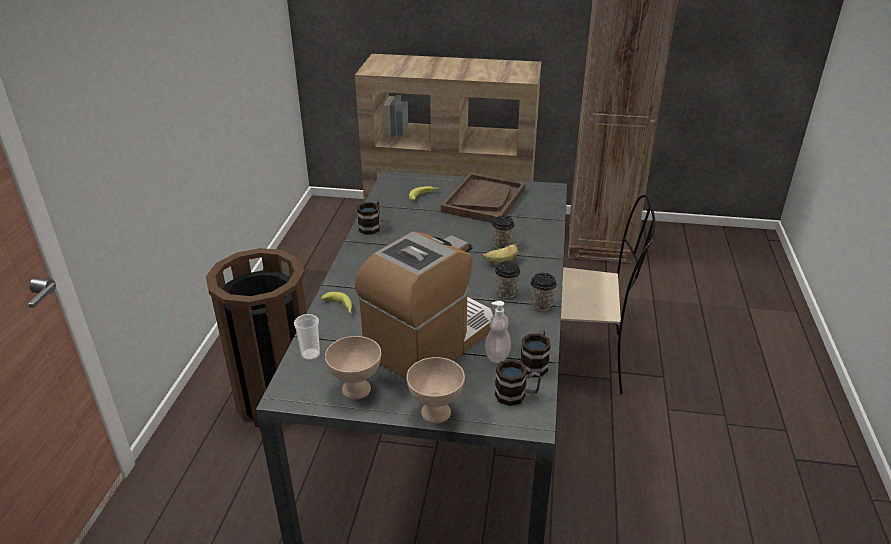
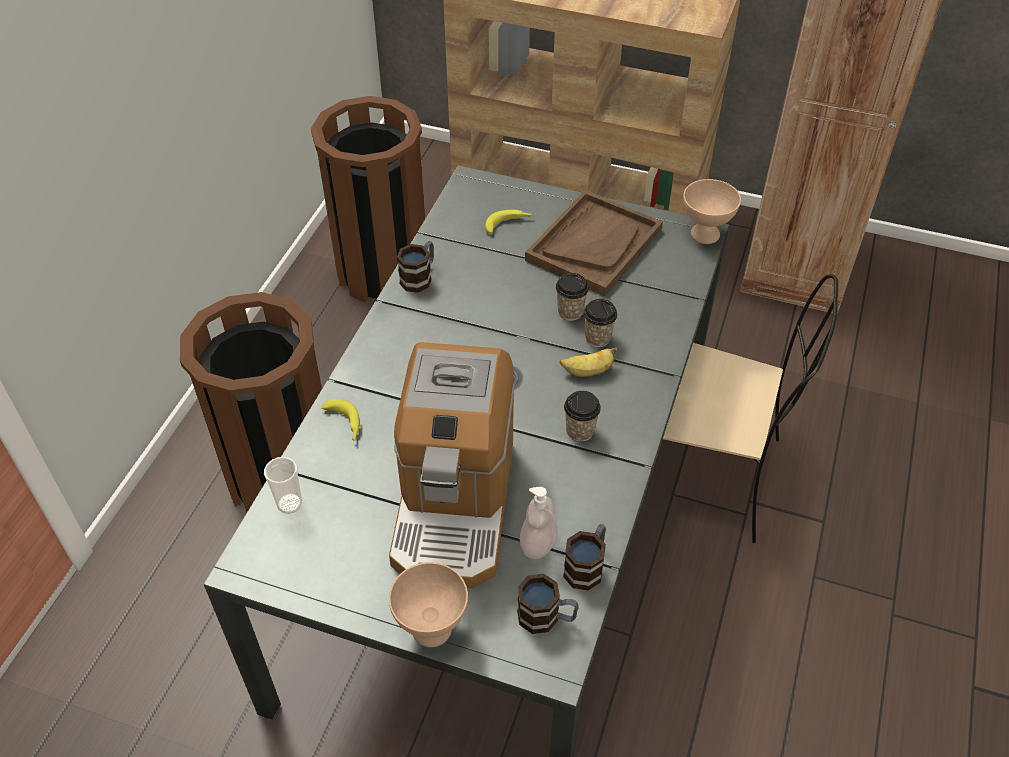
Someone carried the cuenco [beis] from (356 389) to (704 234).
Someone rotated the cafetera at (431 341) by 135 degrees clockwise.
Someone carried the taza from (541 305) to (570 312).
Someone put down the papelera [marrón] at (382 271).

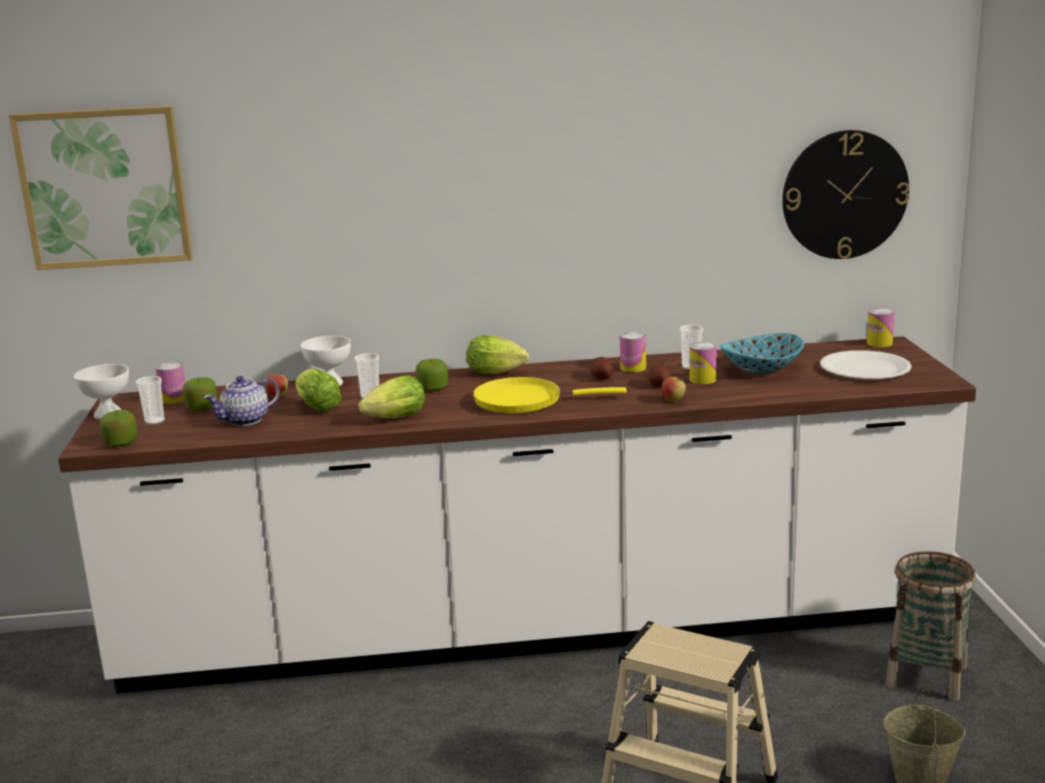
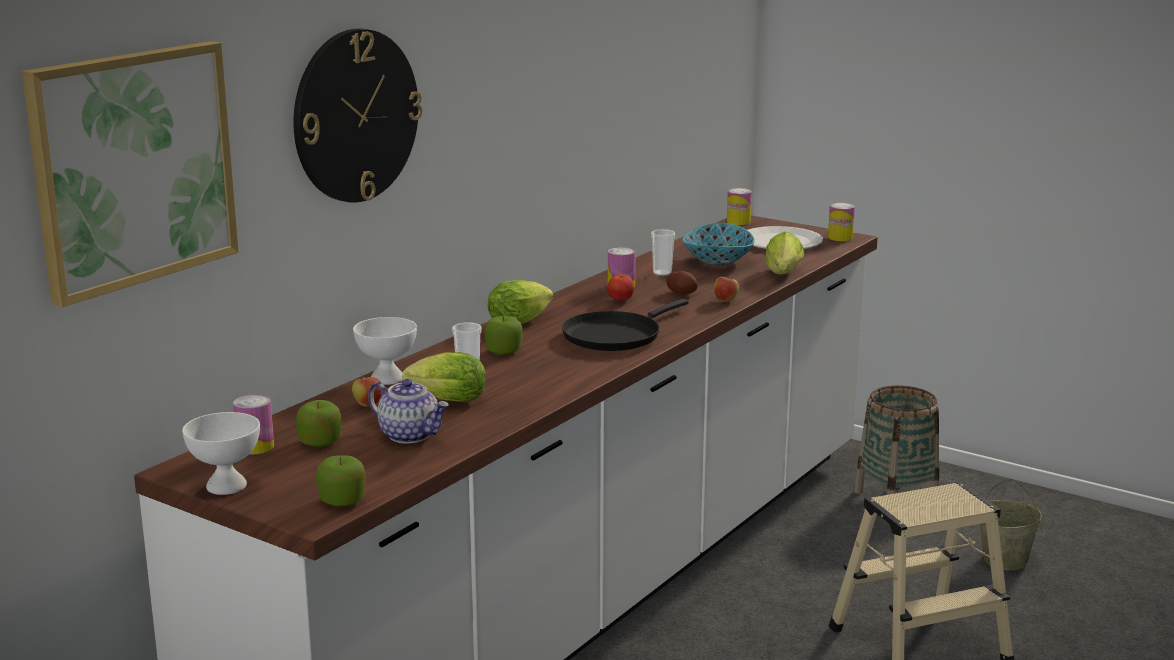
Someone took away the taza at (154 421).
Someone rotated the tetera at (245 420) by 60 degrees counterclockwise.
Someone carried the lechuga from (392 419) to (783 275).
Someone repainted the sartén [amarillo] at (524 401), which became the sartén [negro] at (615 335).
Someone swapped the patata at (602 377) for the tomate at (620 300).
Someone carried the lata from (702 379) to (840 237).
Someone carried the reloj de pared from (844 195) to (355 116).

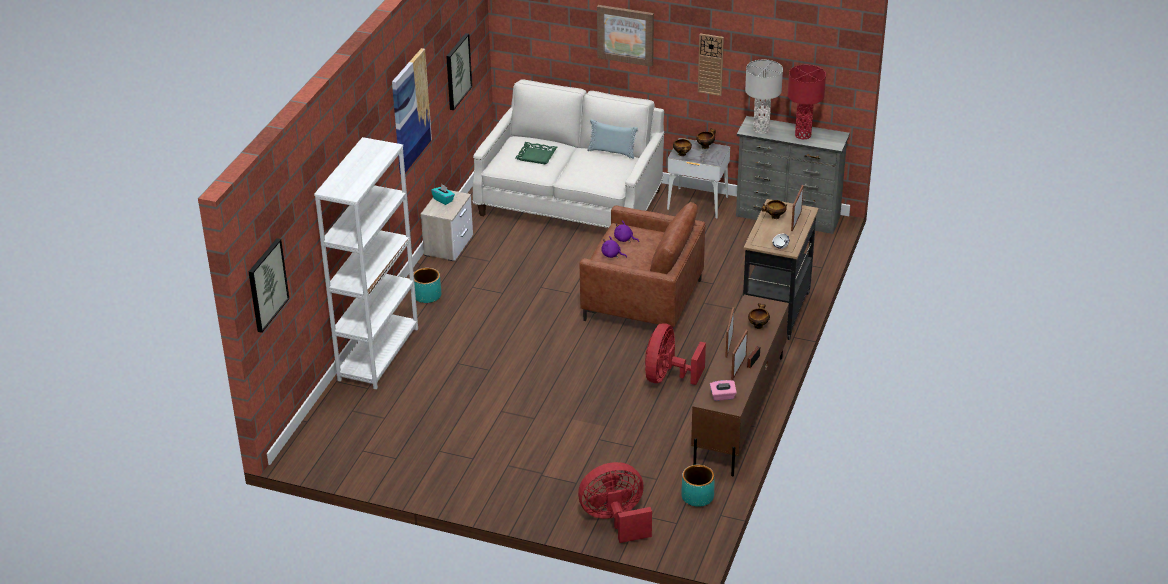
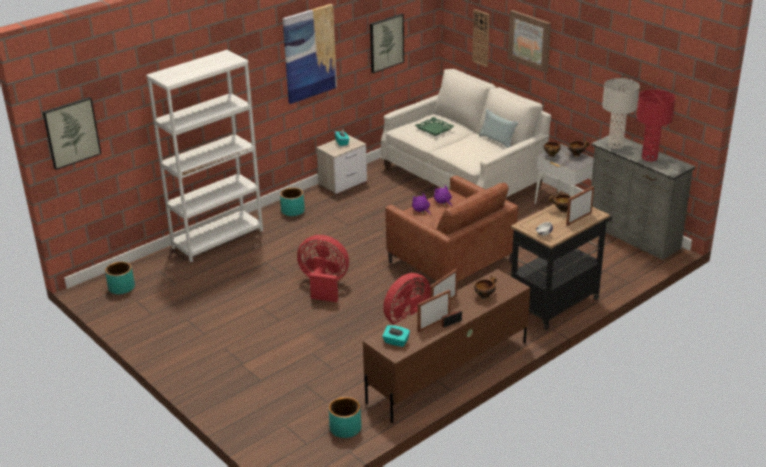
Someone carried the ventilador [rojo] from (615 520) to (324 285).
Someone carried the reloj de pared from (710 64) to (481 38).
Someone repainted the caja de pañuelos [rosa] at (722 396), which became the caja de pañuelos [turquesa] at (396 342).
Someone put down the maceta [turquesa] at (121 288).

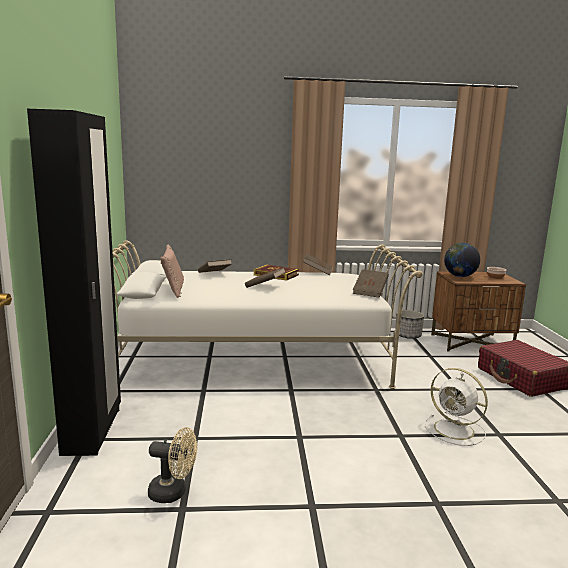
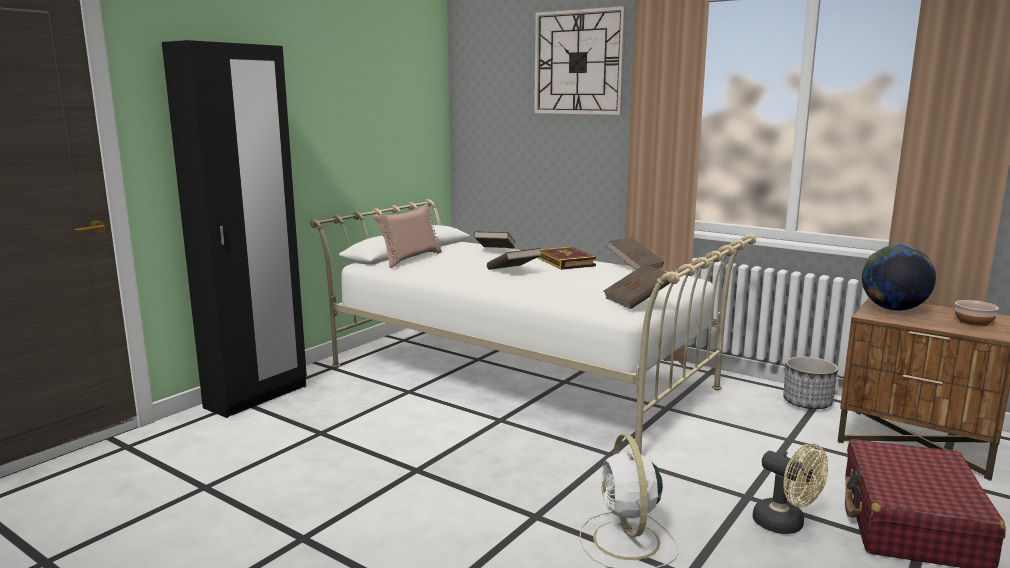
Someone carried the ventilador [beis] from (173 493) to (786 525).
Someone put up the reloj de pared at (579 62).

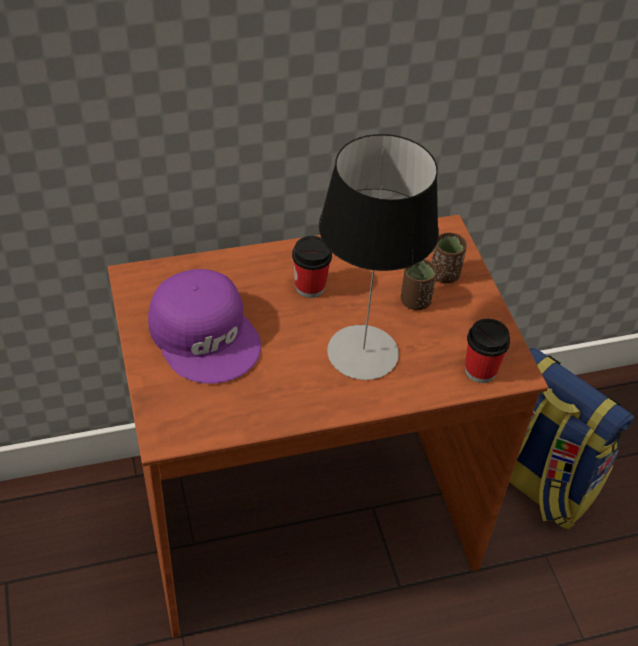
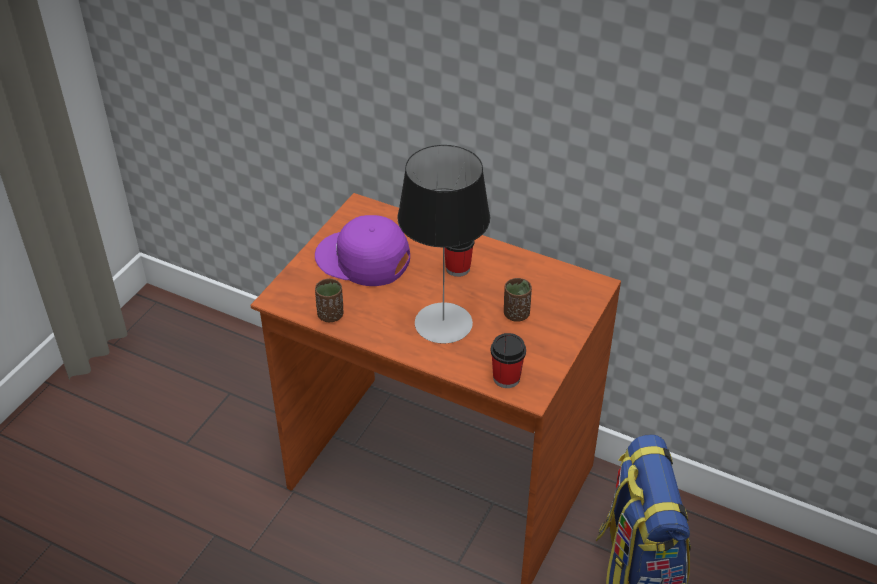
Someone rotated the gorra [morado] at (206 334) by 105 degrees clockwise.
Someone carried the taza [marrón] from (444 274) to (330 315).

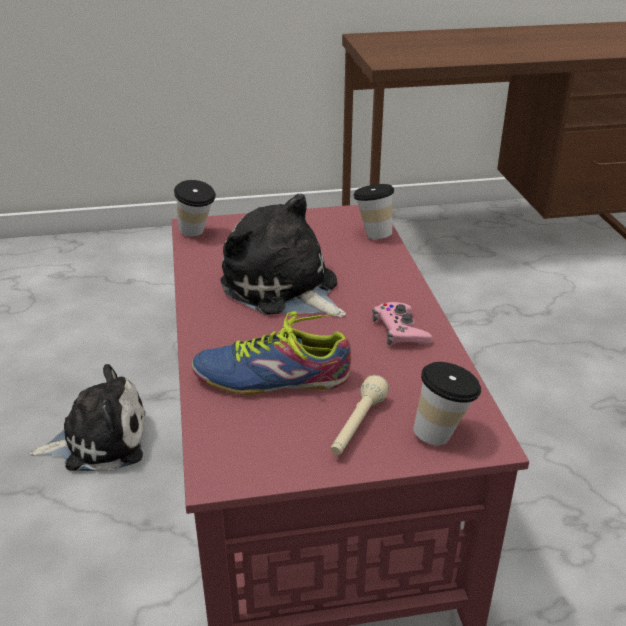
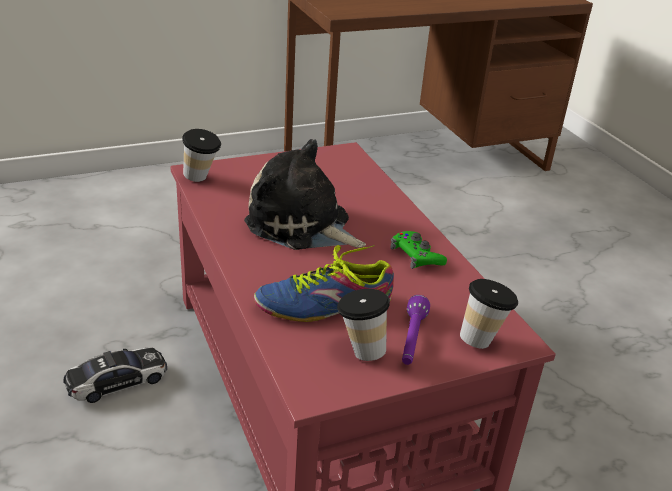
Someone swapped the peluche at (99 440) for the coche de juguete at (117 381).
Someone repainted the linterna [beis] at (357 426), which became the linterna [morado] at (412 340).
Someone carried the taza from (372 234) to (360 349).
Someone repainted the mando de consola [rosa] at (400 331), which became the mando de consola [verde] at (416 255).

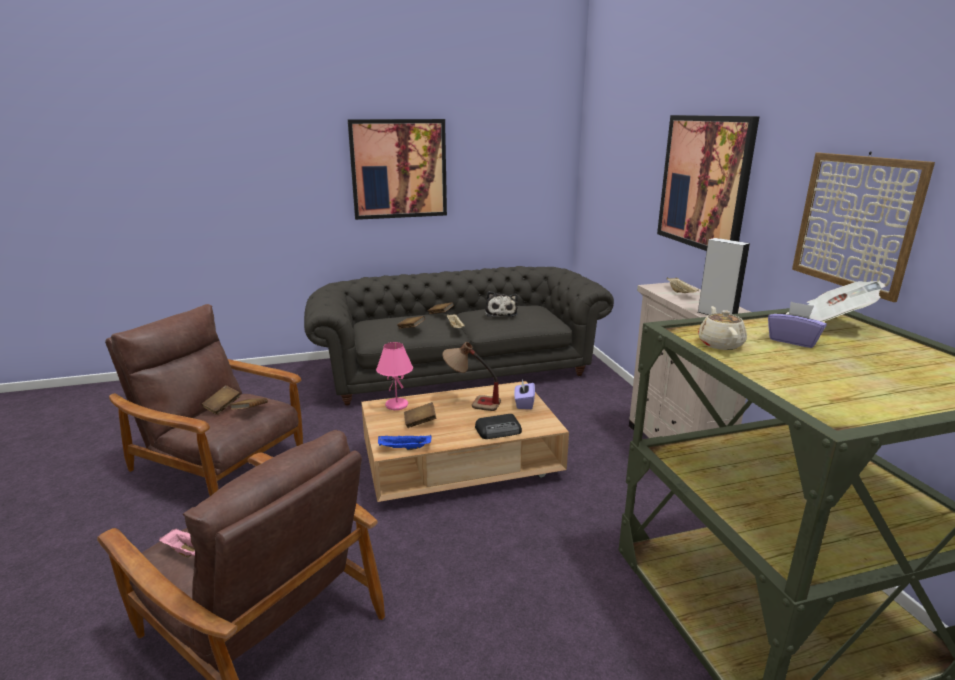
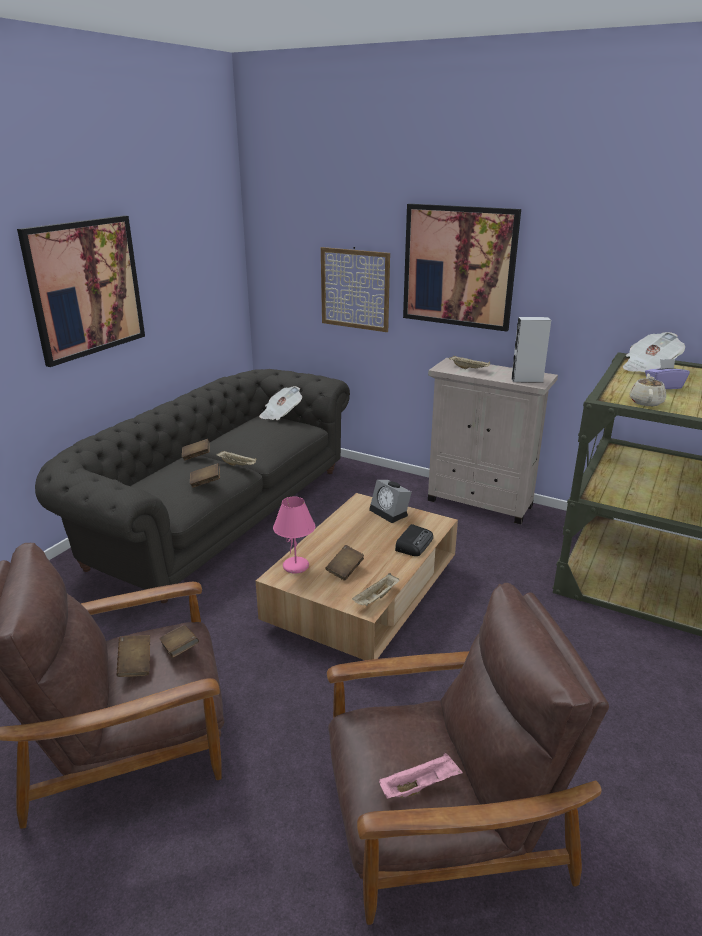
Someone repainted the bandeja [azul] at (404 448), which became the bandeja [beis] at (376 598).
Someone took away the lámpara de mesa at (471 402).
Someone took away the peluche at (500 313).
Someone swapped the caja de pañuelos [morado] at (524 403) for the despertador at (390 512).
Someone rotated the tetera [beis] at (720 344) by 60 degrees clockwise.
Someone carried the cuadro from (856 220) to (355 288).
Someone put down the periódico at (280 414).

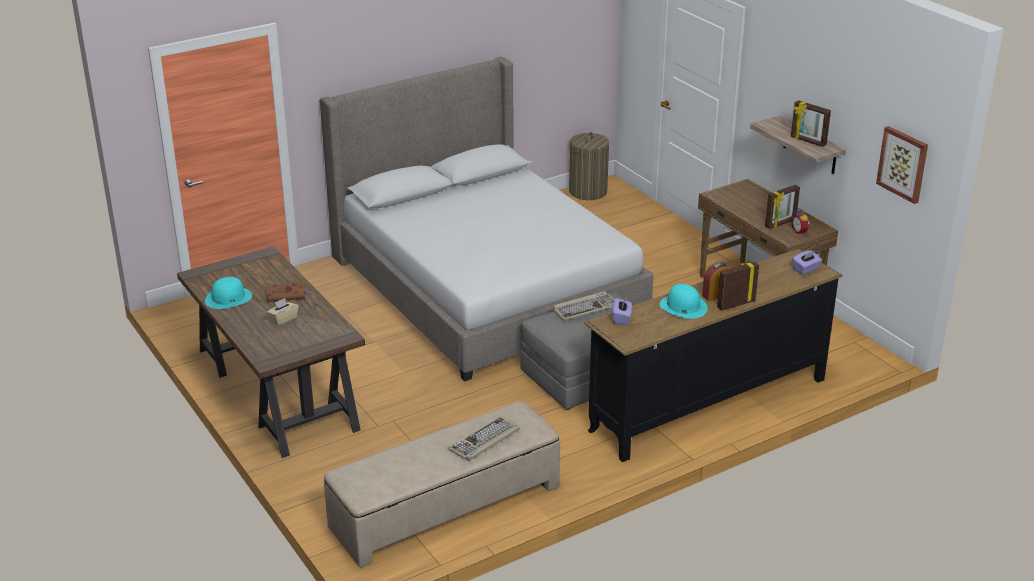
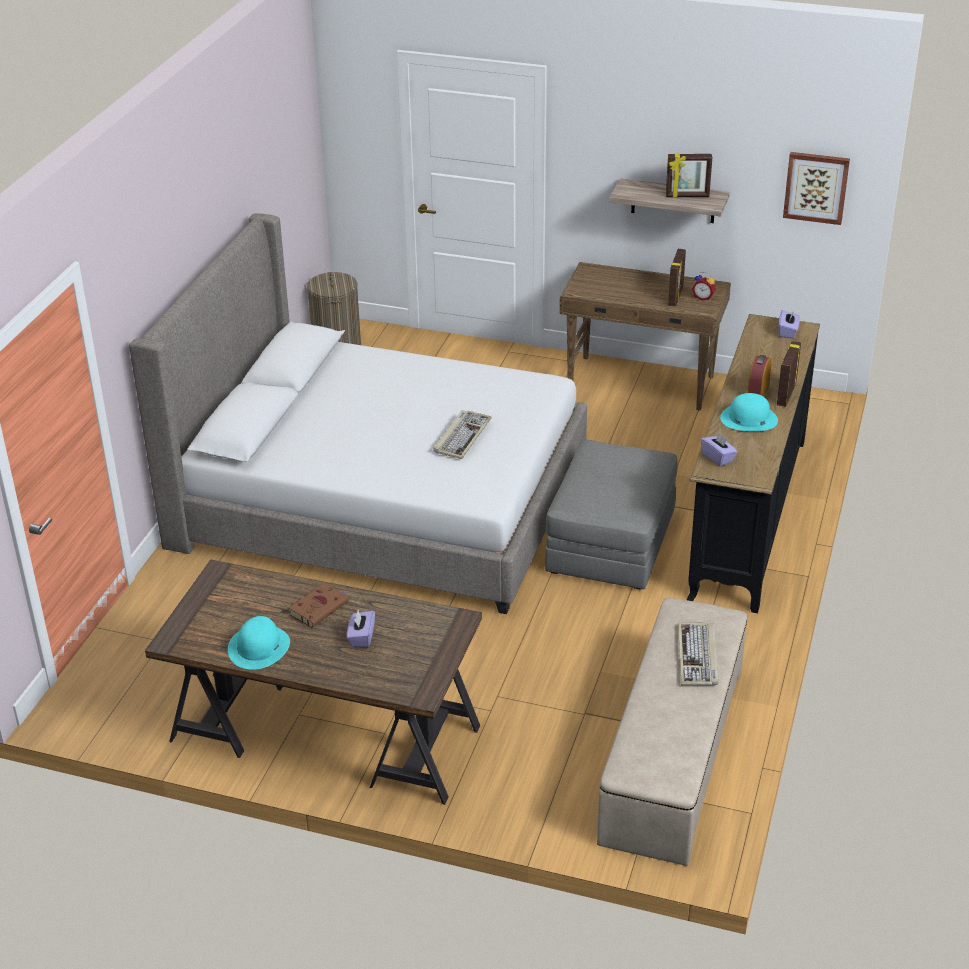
Someone repainted the caja de pañuelos [beis] at (283 319), which became the caja de pañuelos [morado] at (361 637).
Someone carried the teclado from (585 308) to (462 436).

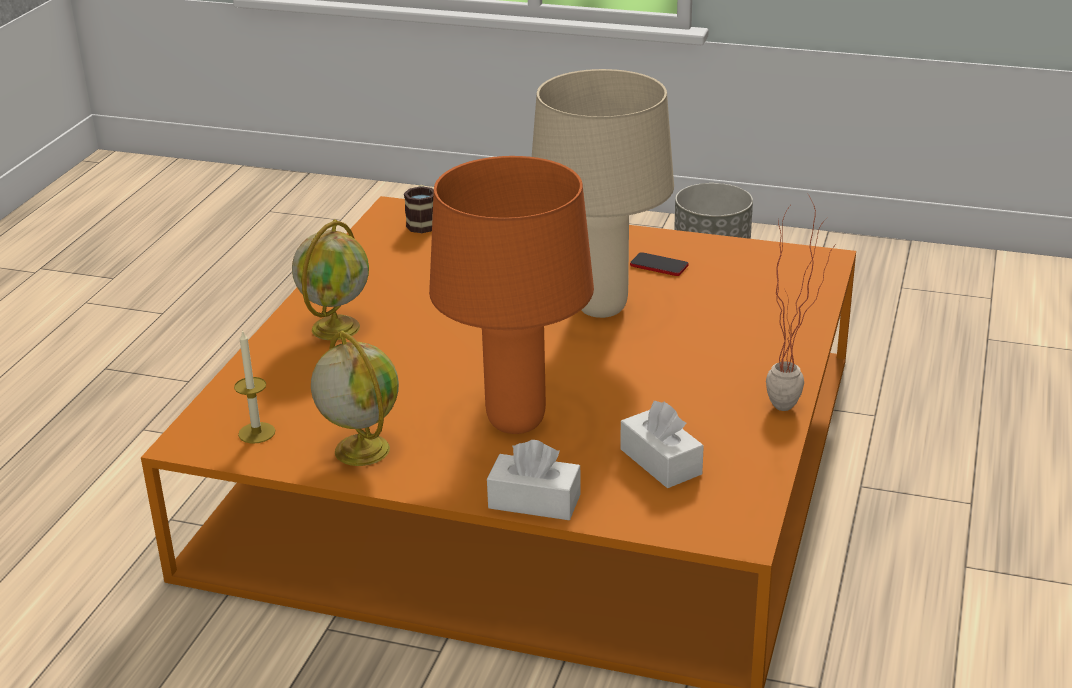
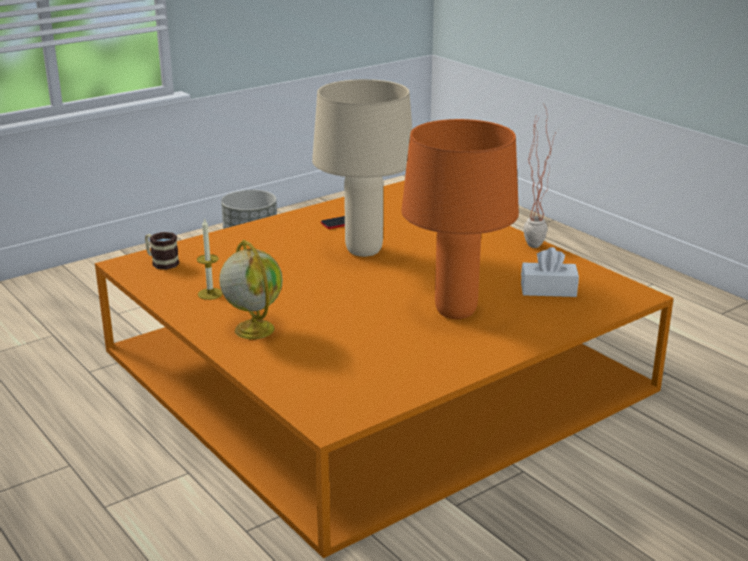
Someone carried the vela from (256 433) to (210 294).
Someone took away the globo terráqueo at (360 449).
Someone took away the caja de pañuelos [blanco] at (534 501).

